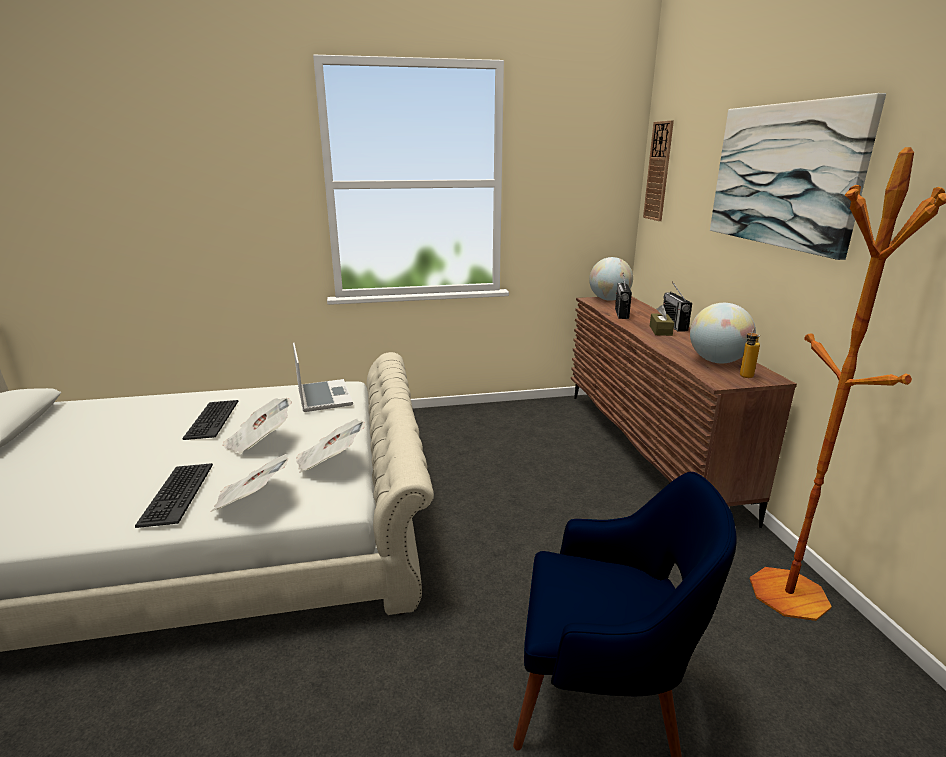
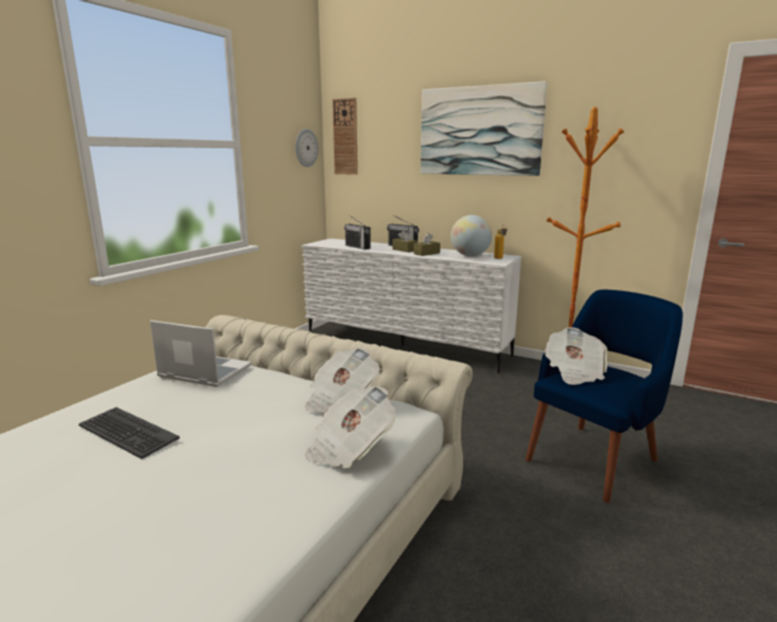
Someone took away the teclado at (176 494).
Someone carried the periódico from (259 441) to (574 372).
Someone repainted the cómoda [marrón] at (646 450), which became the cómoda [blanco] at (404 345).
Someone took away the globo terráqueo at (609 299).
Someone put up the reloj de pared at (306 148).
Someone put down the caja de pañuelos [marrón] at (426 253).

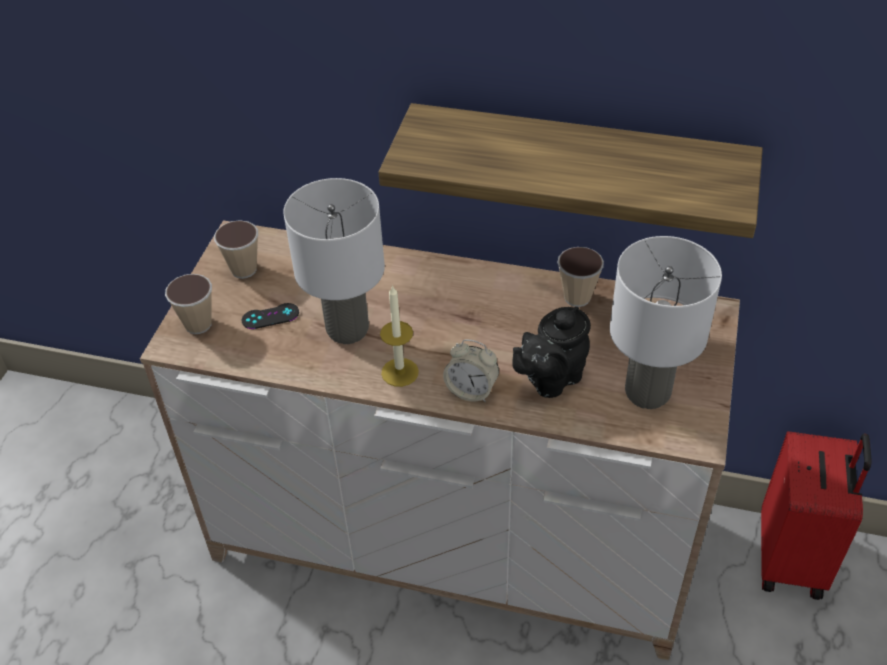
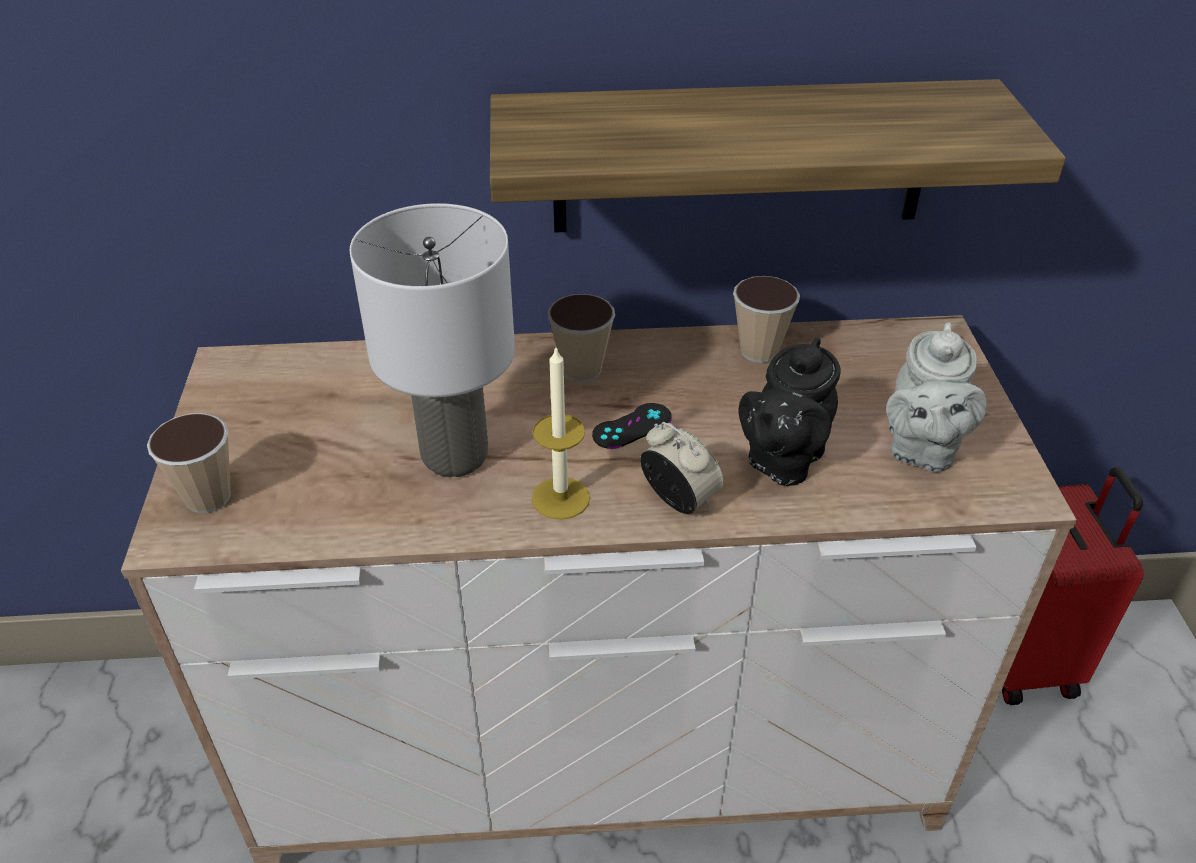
Someone carried the taza from (244 269) to (582 370).
Someone carried the mando de consola [negro] from (270 316) to (632 426).
Someone rotated the despertador at (471 390) by 135 degrees counterclockwise.
Someone swapped the lámpara de mesa [blanco] at (648 392) for the tetera [gris] at (920 449).

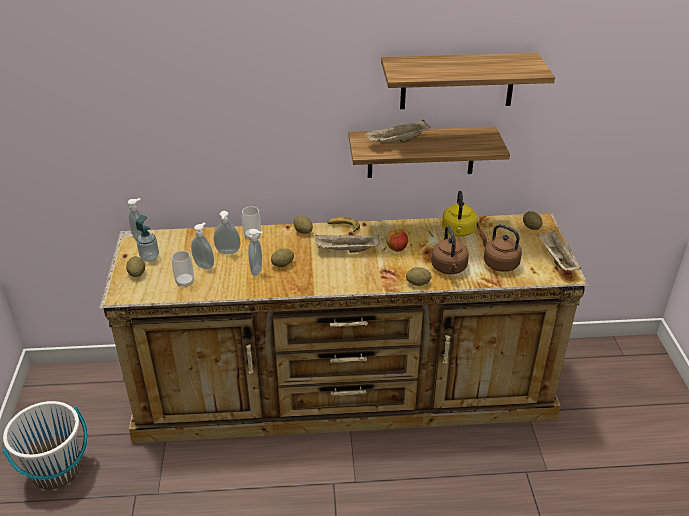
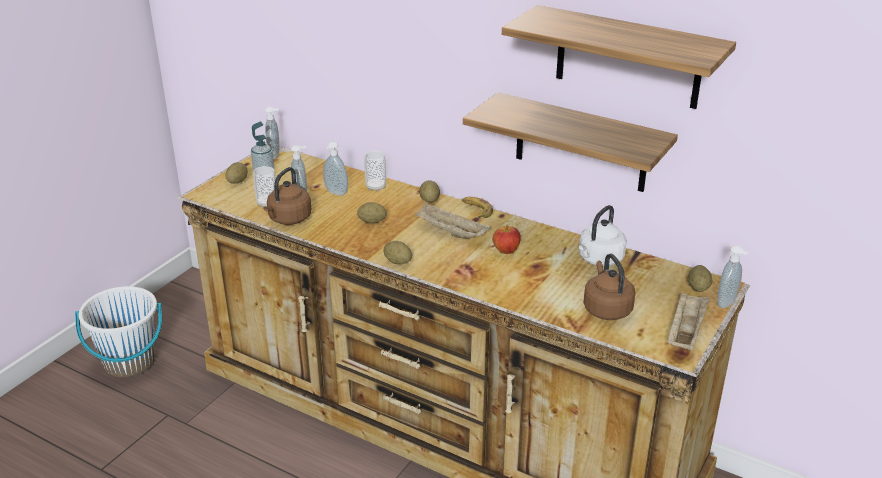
Someone carried the dispensador de jabón from (258 270) to (727 303).
Someone took away the bandeja [beis] at (397 142).
Someone carried the patata from (418 283) to (398 262).
Someone carried the hervidor [marrón] from (449 268) to (288 219).
Someone repainted the hervidor [amarillo] at (458 231), which became the hervidor [blanco] at (599 260).

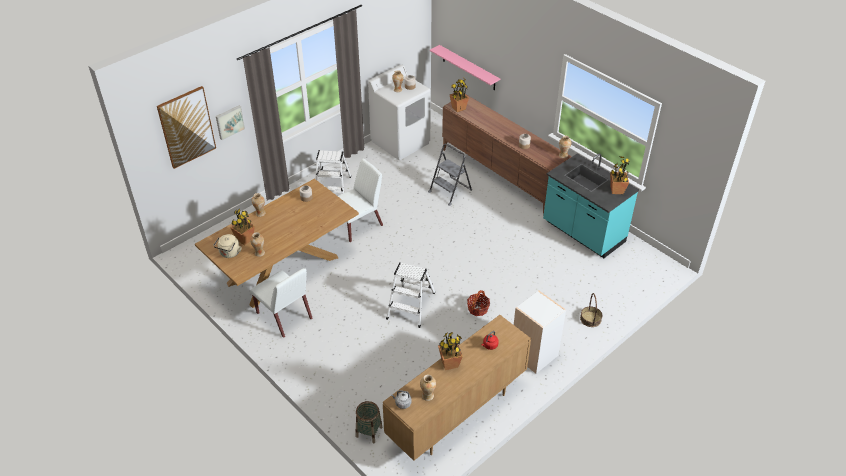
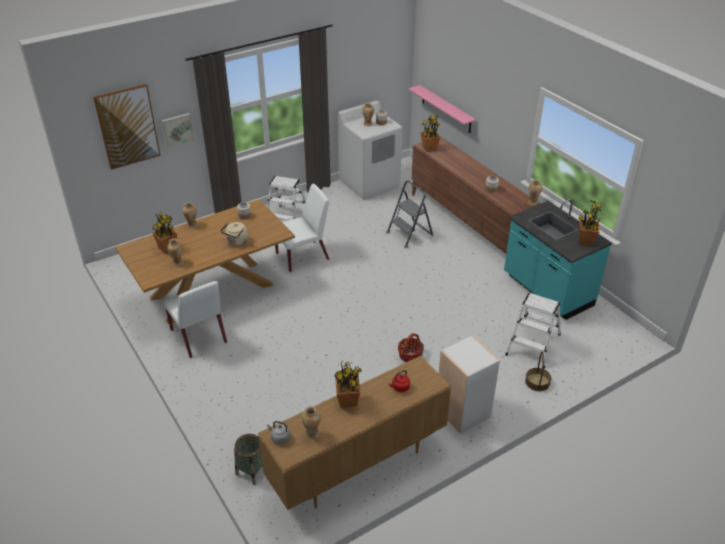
Someone carried the hervidor [beis] from (229 253) to (236 242).
Someone carried the escalera de tijera [blanco] from (411 305) to (533 344).

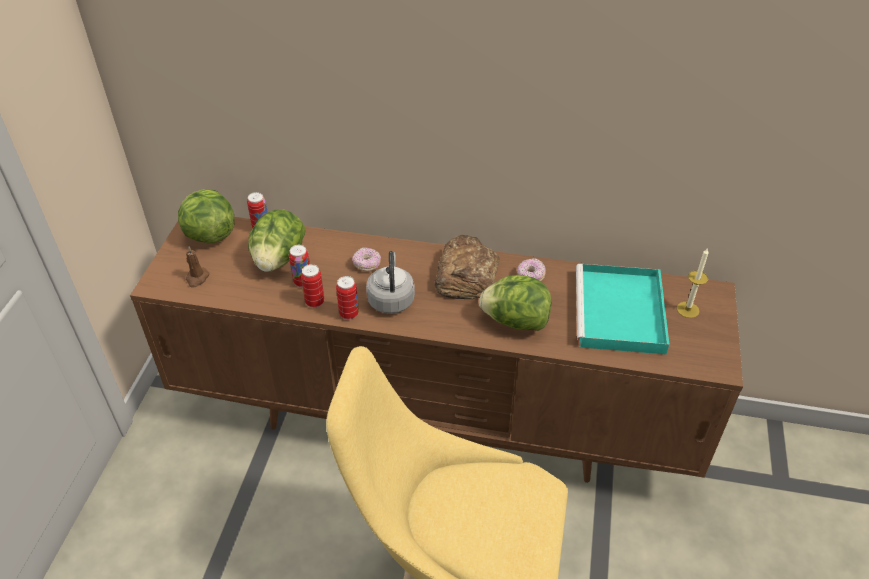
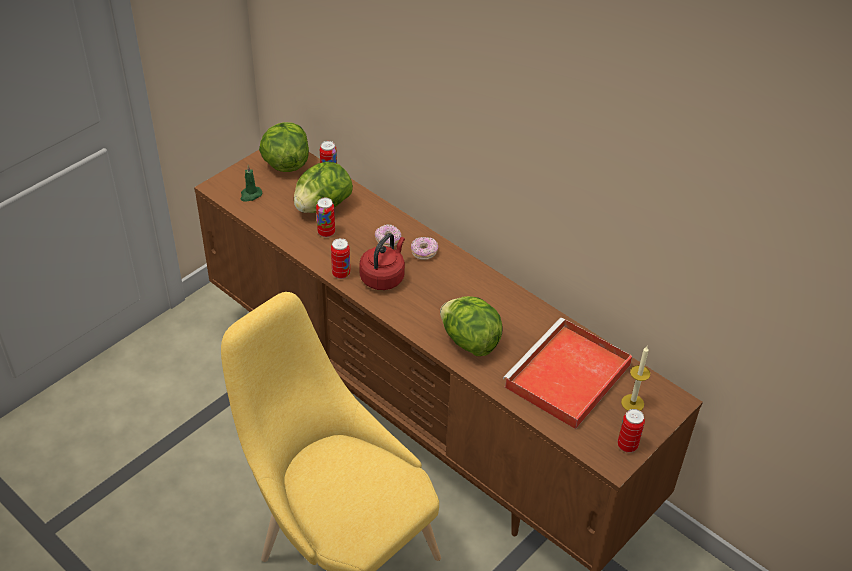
Someone repainted the vela [marrón] at (197 278), which became the vela [verde] at (250 195).
Someone carried the lata from (315 302) to (627 445).
Someone repainted the hervidor [gris] at (391 299), which became the hervidor [rojo] at (383 277).
Someone took away the pan at (465 274).
Someone carried the rosquilla from (530 276) to (424 252).
Someone repainted the bandeja [turquesa] at (620 314), which became the bandeja [rojo] at (567 378).

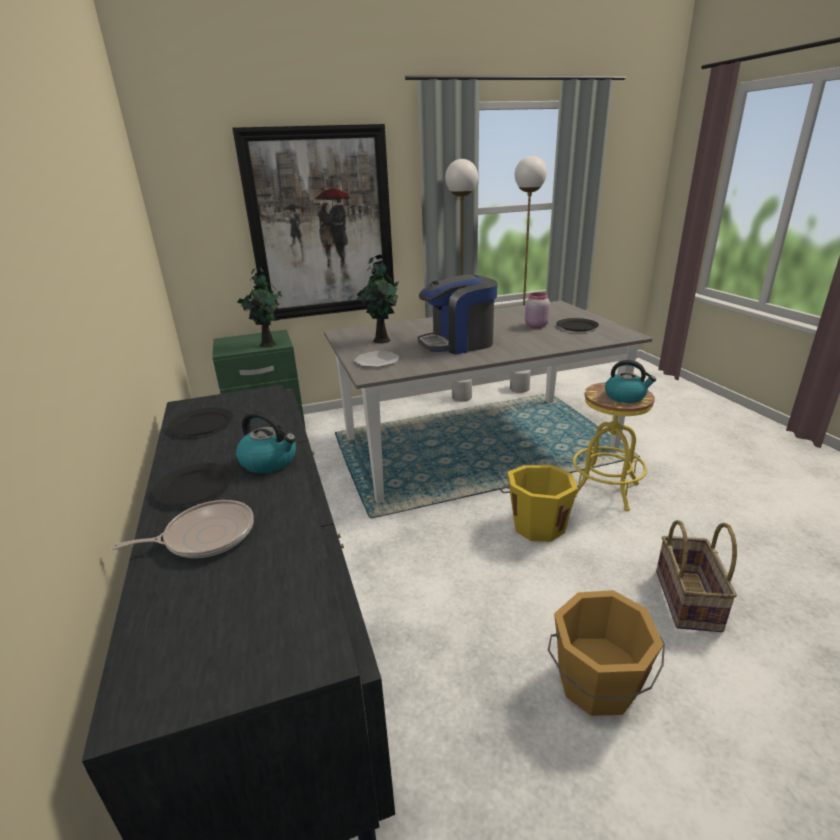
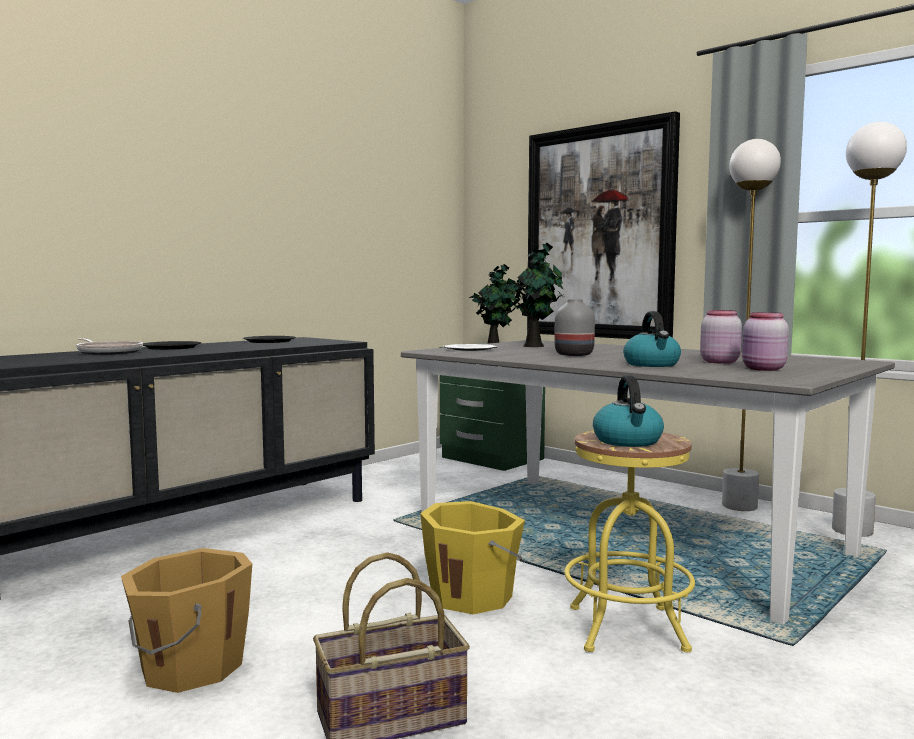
Someone carried the hervidor from (270 461) to (652 364).
Someone swapped the cafetera at (458 343) for the florero [gris] at (574 354).
Someone swapped the plato [negro] at (577 326) for the tarro [rosa] at (763 369).

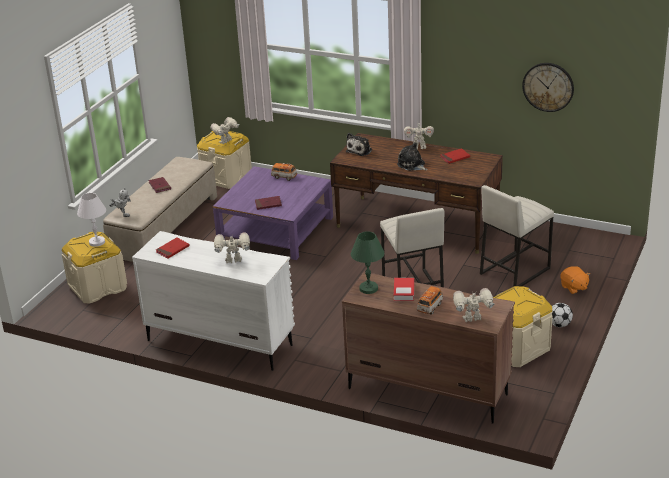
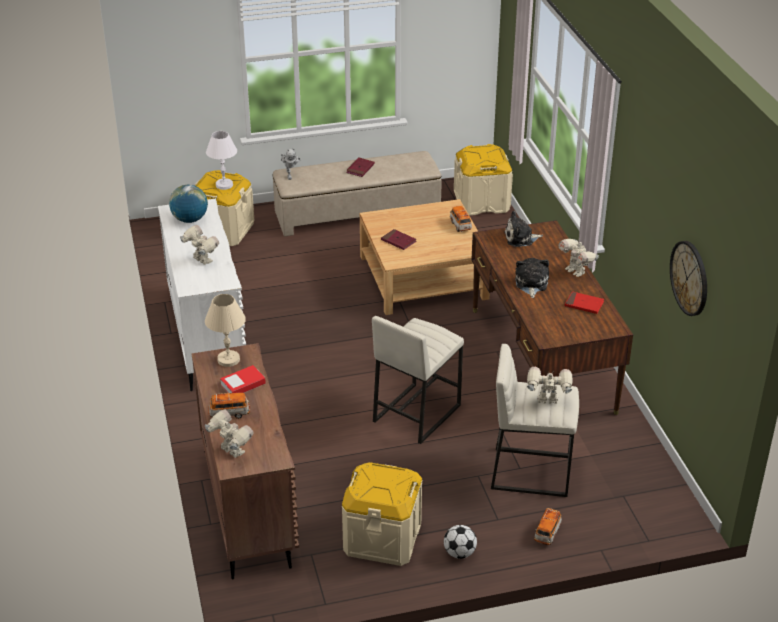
Someone swapped the libro [rojo] at (172 249) for the globo terráqueo at (190 220).
Someone carried the robot de juguete from (226 142) to (547 401).
Someone repainted the mesa de centro [morado] at (276 230), which became the mesa de centro [beis] at (423 277).
Someone repainted the lámpara de mesa [verde] at (368 288), which became the lámpara de mesa [beis] at (228 359).
Someone swapped the peluche [naranja] at (574 288) for the coche de juguete at (547 533).

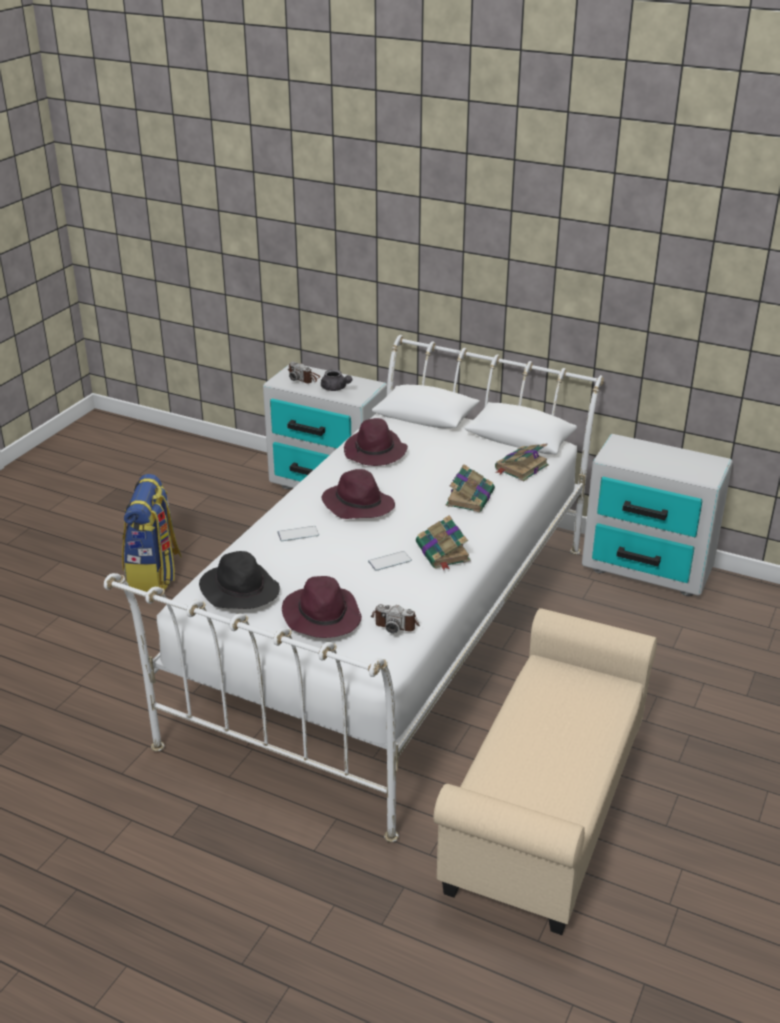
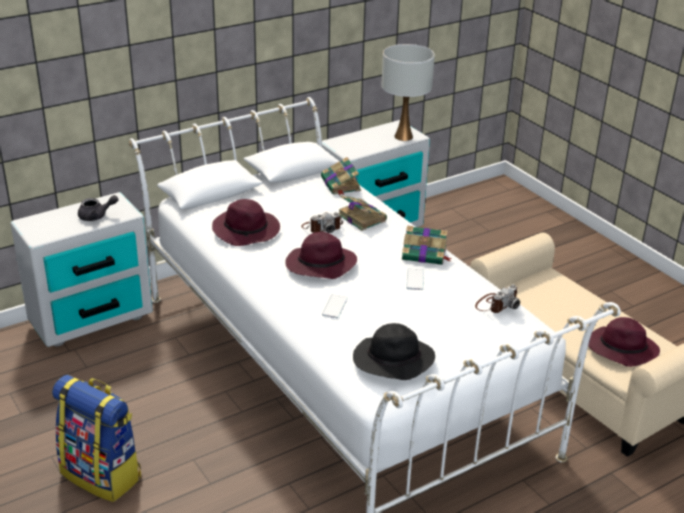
Someone carried the sombrero [morado] from (321 616) to (620 350).
Someone carried the cámara from (304 378) to (322 227).
Someone put down the lámpara de mesa [blanco] at (403 136).

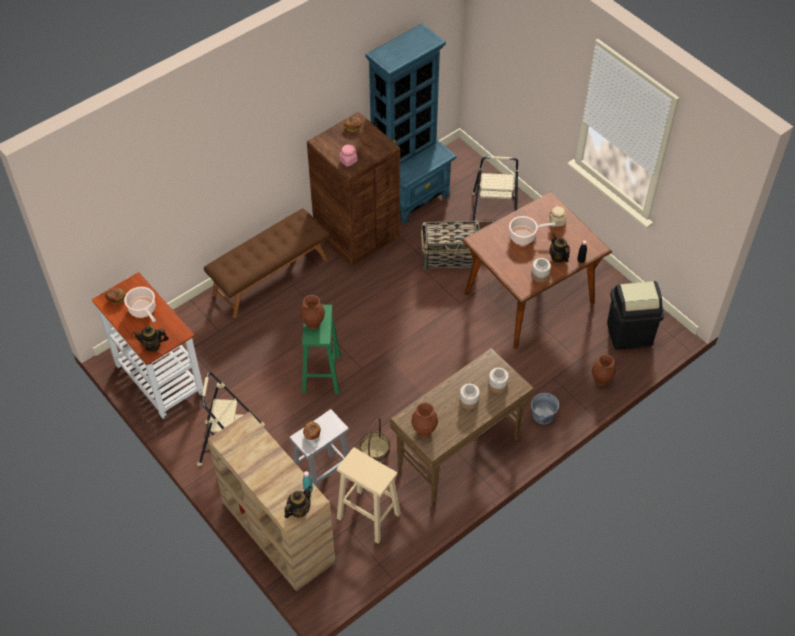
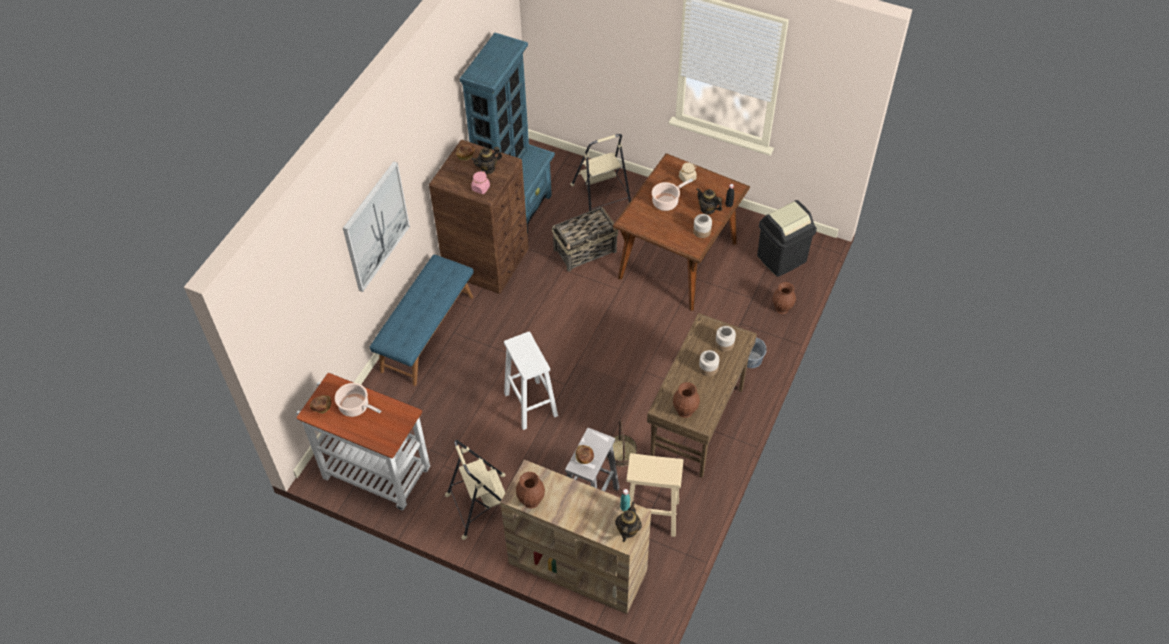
Someone carried the tetera from (152 345) to (488 168).
Someone repainted the banco [marrón] at (270 276), which became the banco [azul] at (427 333).
Someone carried the florero [marrón] from (313 323) to (530 500).
Someone repainted the taburete [verde] at (321 373), which became the taburete [blanco] at (530 404).
Someone put up the cuadro at (376 226).

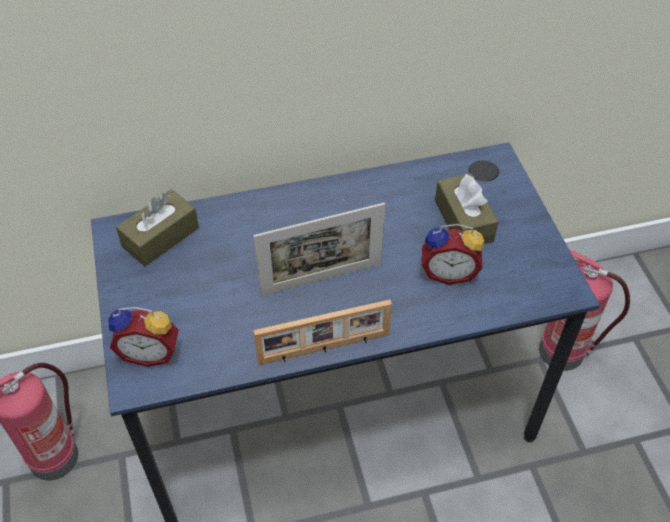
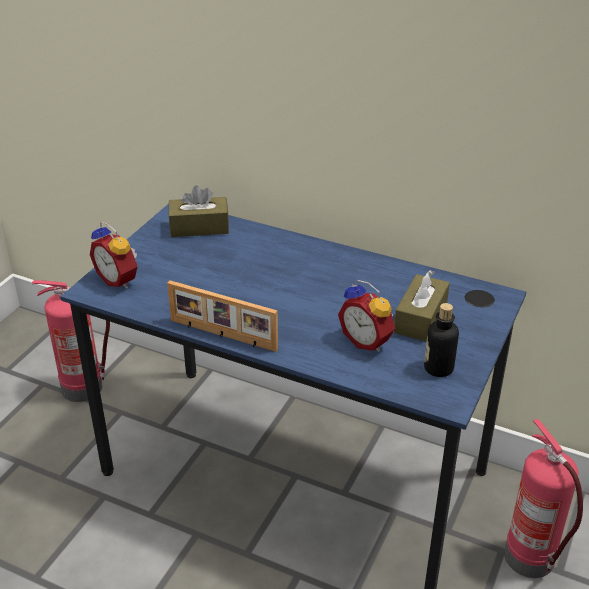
Someone took away the portarretratos at (321 279).
Someone put down the botella at (438 368).

